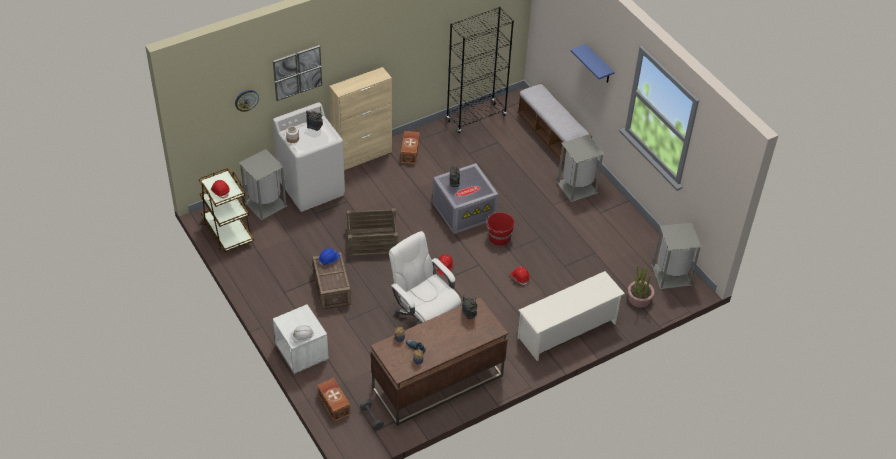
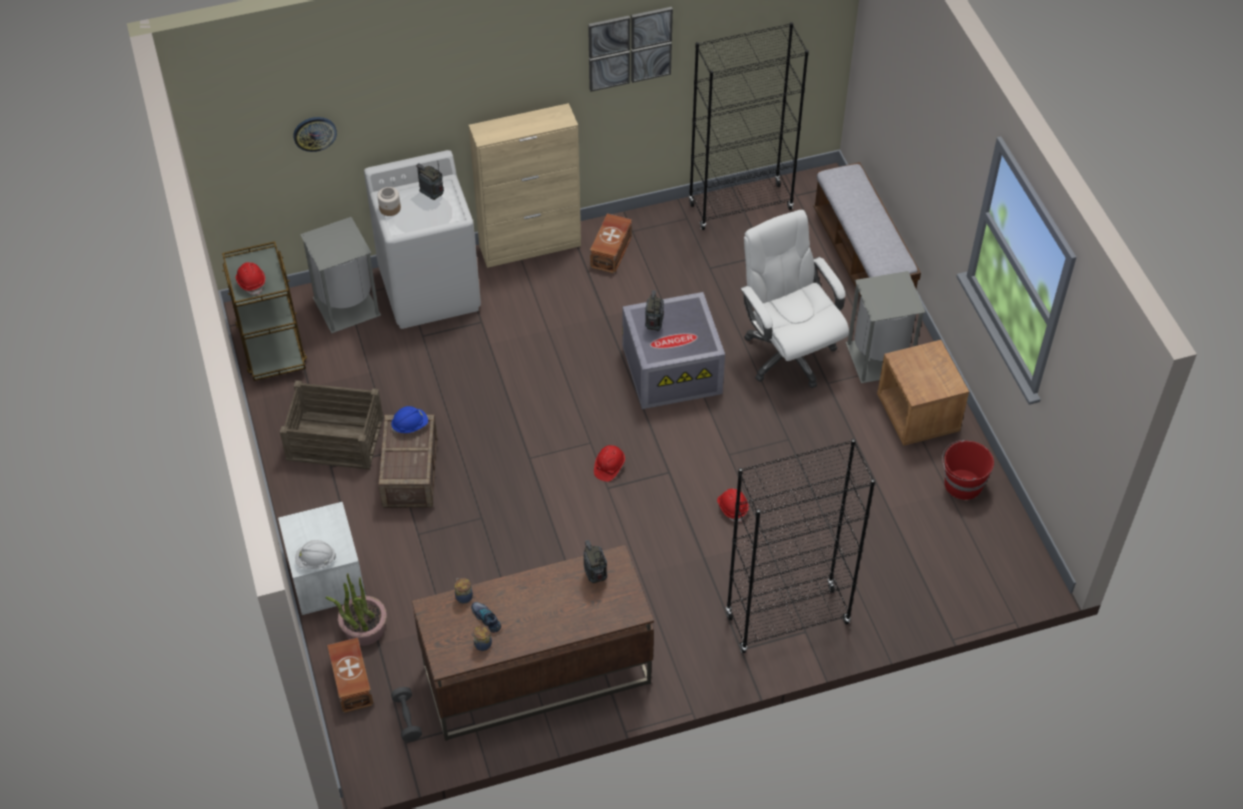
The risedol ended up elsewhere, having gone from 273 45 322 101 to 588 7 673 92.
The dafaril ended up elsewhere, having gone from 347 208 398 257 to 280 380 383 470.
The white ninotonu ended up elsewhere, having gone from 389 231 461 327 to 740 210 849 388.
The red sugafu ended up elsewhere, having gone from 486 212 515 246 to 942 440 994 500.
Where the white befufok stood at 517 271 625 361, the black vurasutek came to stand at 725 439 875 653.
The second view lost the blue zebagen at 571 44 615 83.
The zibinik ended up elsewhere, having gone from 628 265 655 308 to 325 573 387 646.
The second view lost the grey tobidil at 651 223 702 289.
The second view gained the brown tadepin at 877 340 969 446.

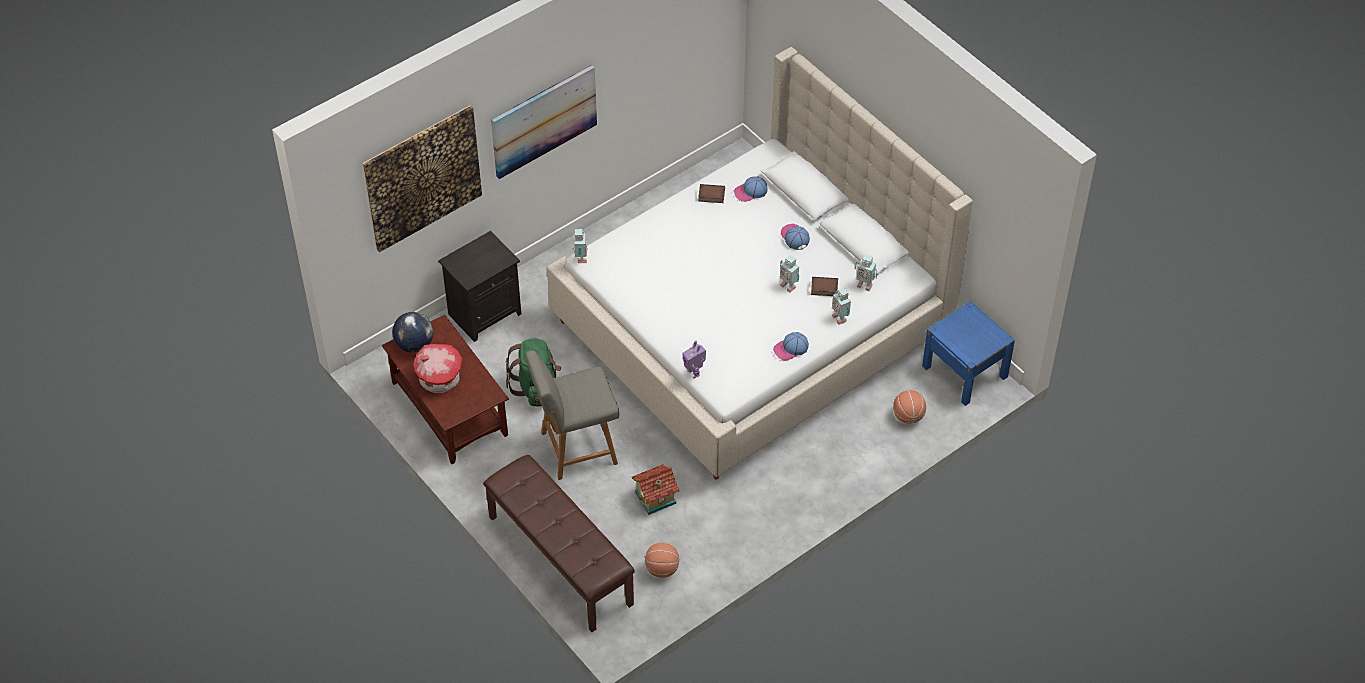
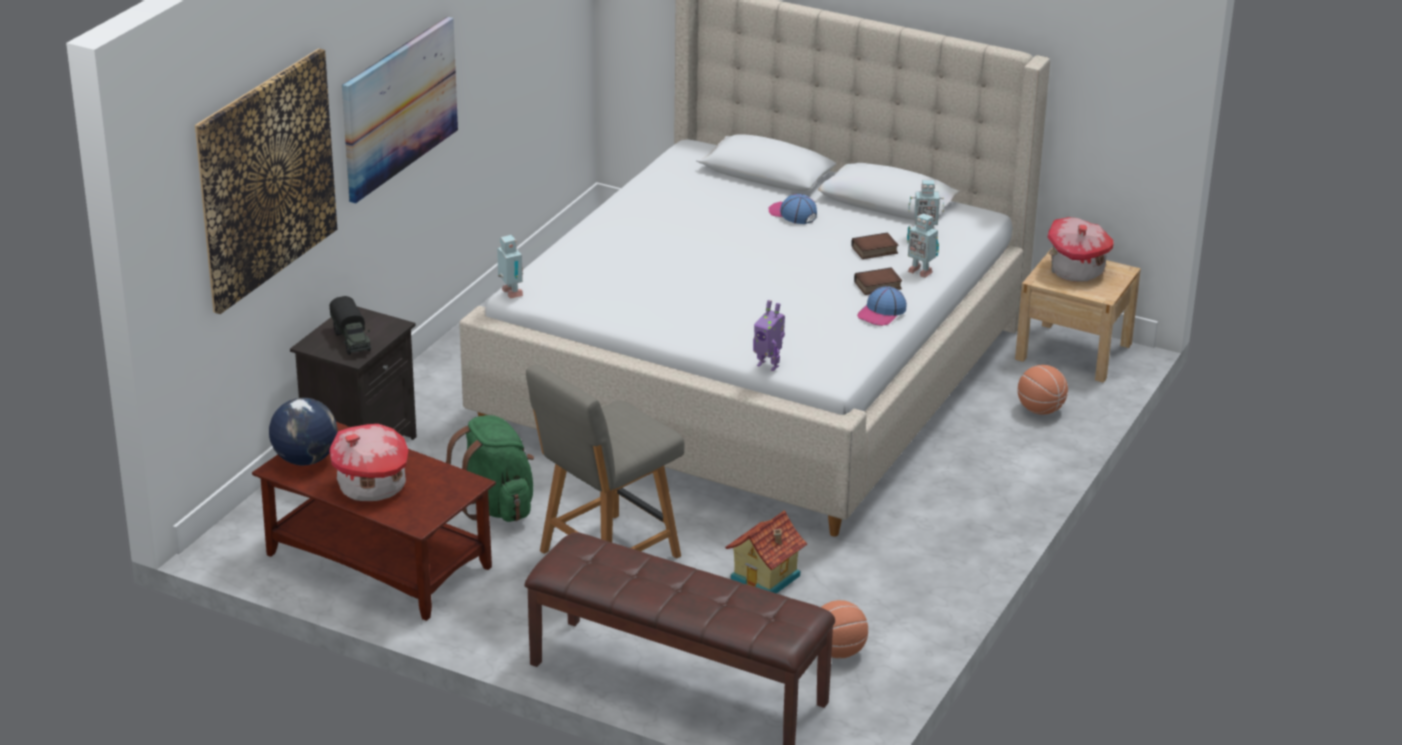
The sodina ended up elsewhere, having gone from 698 184 725 203 to 854 268 902 295.
The second view lost the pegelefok at 734 176 768 202.
The second view lost the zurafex at 780 255 799 292.
What was the blue tadepin at 922 301 1015 406 turned into the beige tadepin at 1015 247 1141 383.
The second view gained the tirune at 330 296 371 355.
The second view gained the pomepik at 1047 217 1113 282.

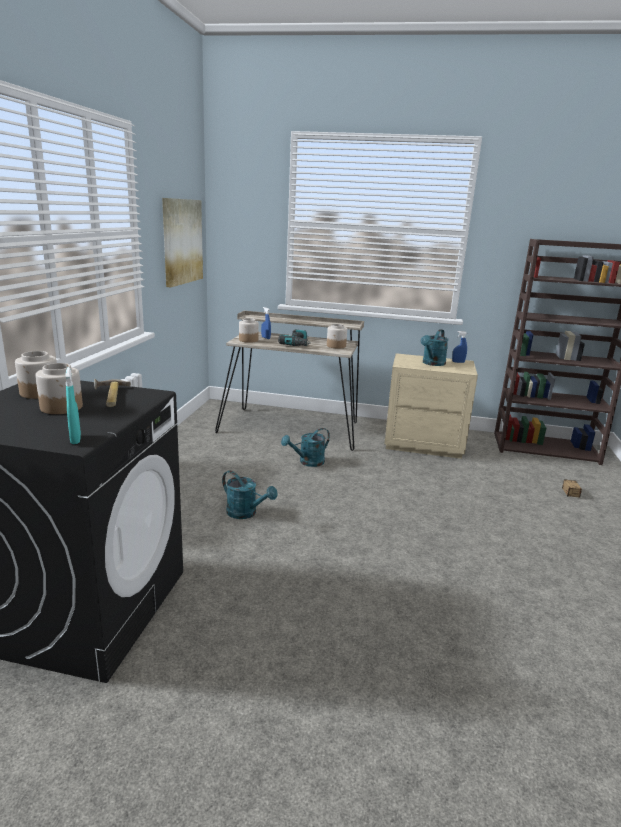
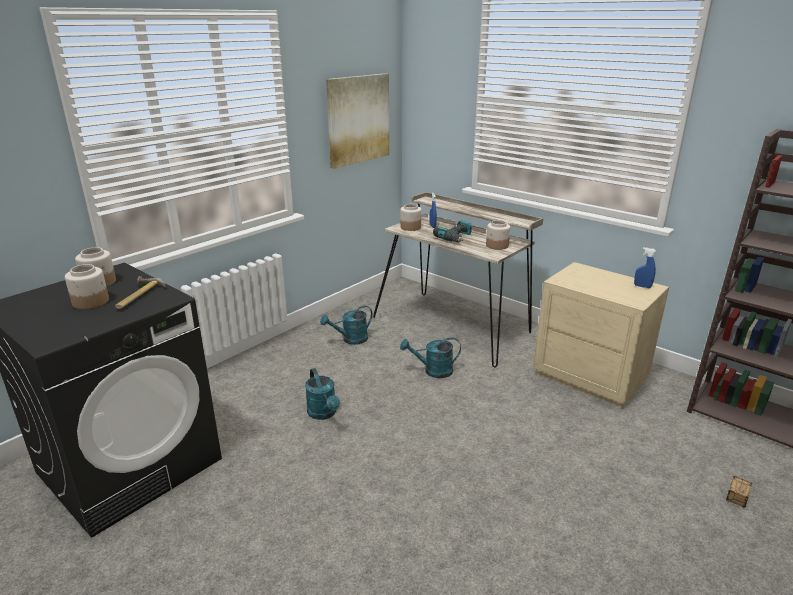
The second view lost the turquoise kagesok at 65 367 81 444.
The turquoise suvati ended up elsewhere, having gone from 421 329 448 366 to 320 305 373 345.

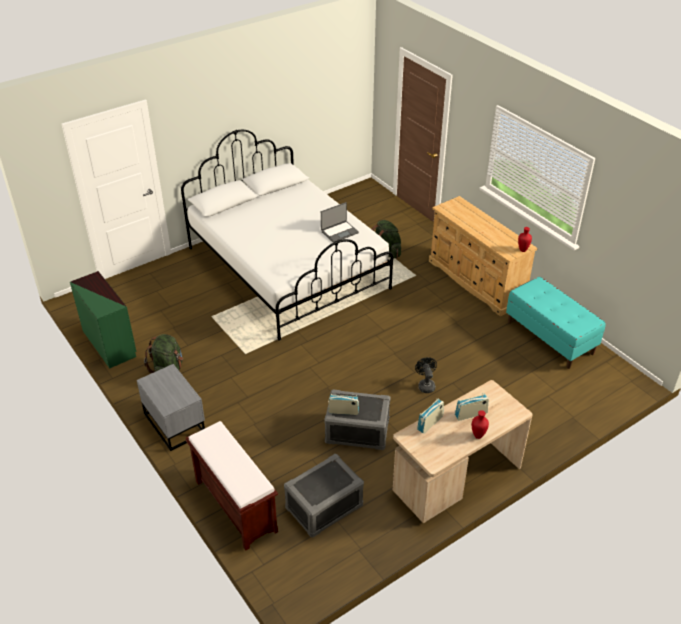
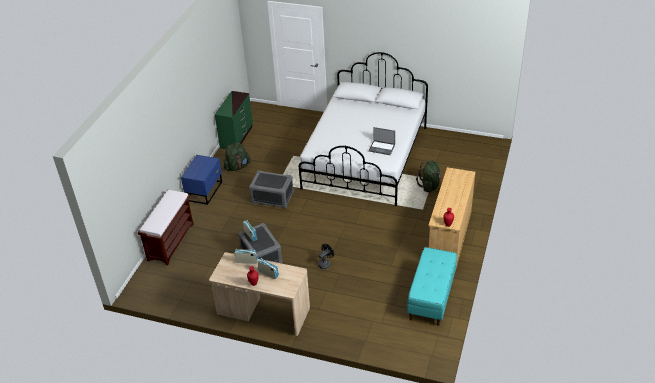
What was the grey tadepin at 137 364 205 451 turned into the blue tadepin at 181 155 222 205.
The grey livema ended up elsewhere, having gone from 284 454 364 537 to 249 171 294 208.

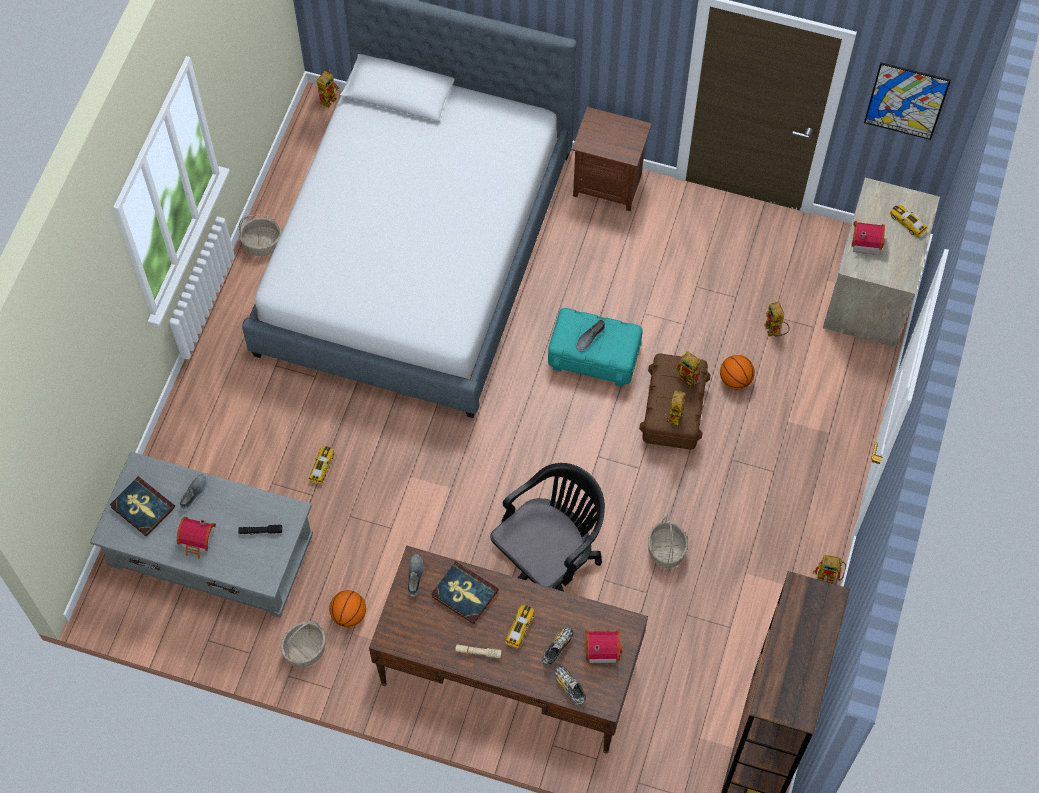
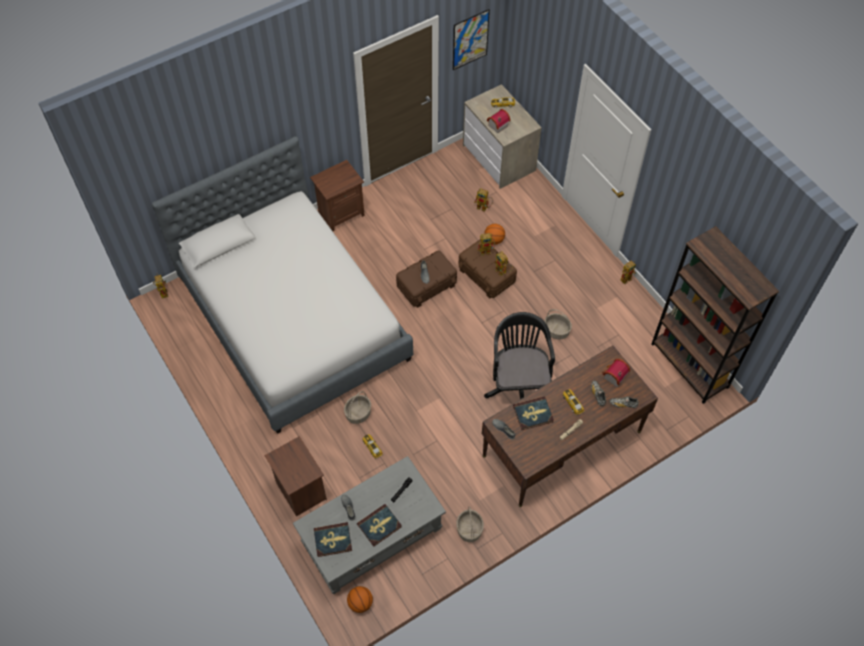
Where the pomepik stood at 177 517 216 559, the sodina came to stand at 357 504 402 547.
The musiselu ended up elsewhere, having gone from 239 214 282 256 to 344 391 371 424.
The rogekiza ended up elsewhere, having gone from 329 590 366 627 to 347 586 373 613.
What was the turquoise livema at 548 308 643 387 turned into the brown livema at 396 251 457 308.
The second view gained the brown tadepin at 264 436 327 516.

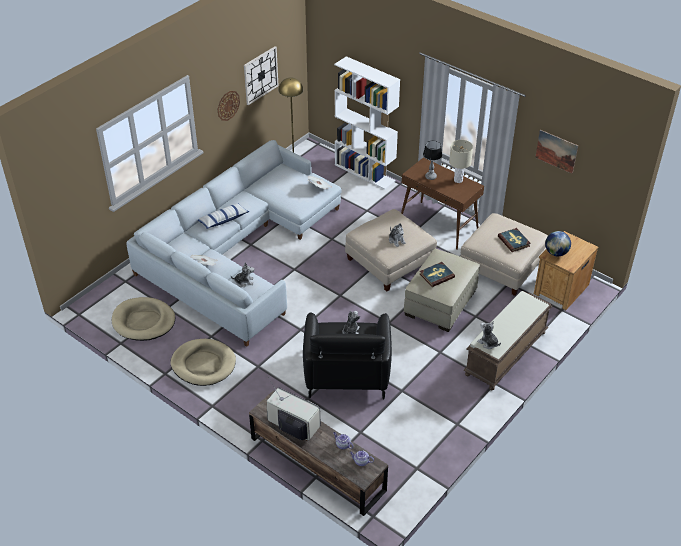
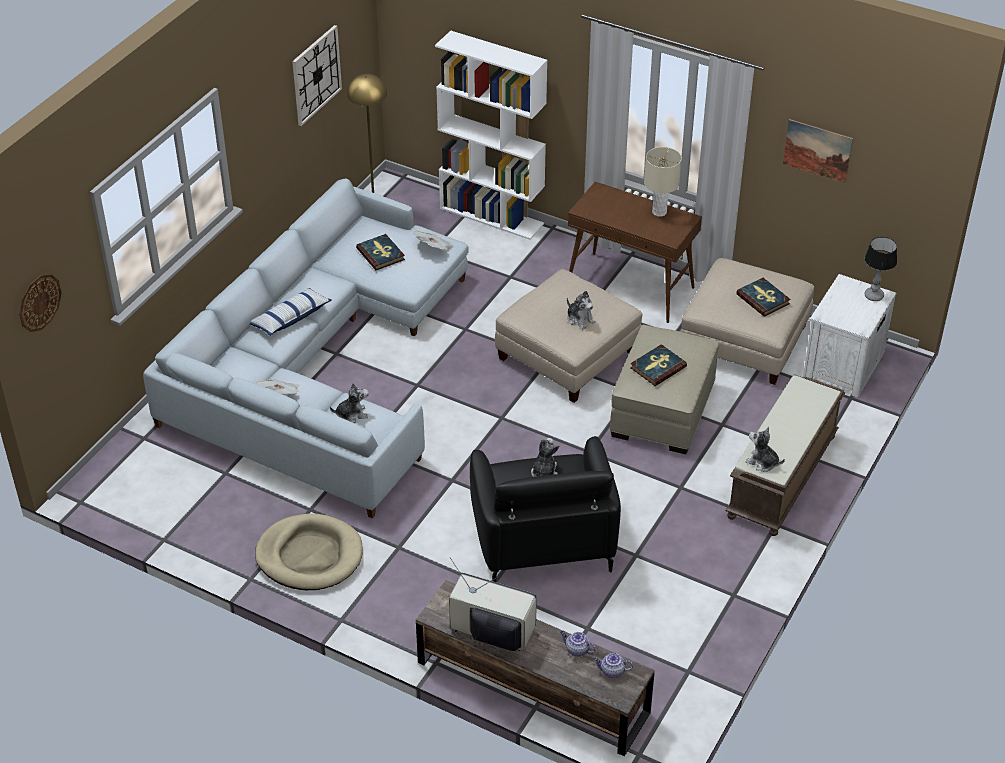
The second view lost the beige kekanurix at 112 297 175 341.
The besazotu ended up elsewhere, having gone from 218 91 240 121 to 19 274 62 332.
The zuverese ended up elsewhere, having gone from 423 141 442 180 to 864 237 897 301.
What was the brown tadepin at 534 231 598 310 turned into the white tadepin at 803 274 896 398.
The second view lost the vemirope at 545 231 571 256.
The second view gained the sodina at 356 234 405 270.

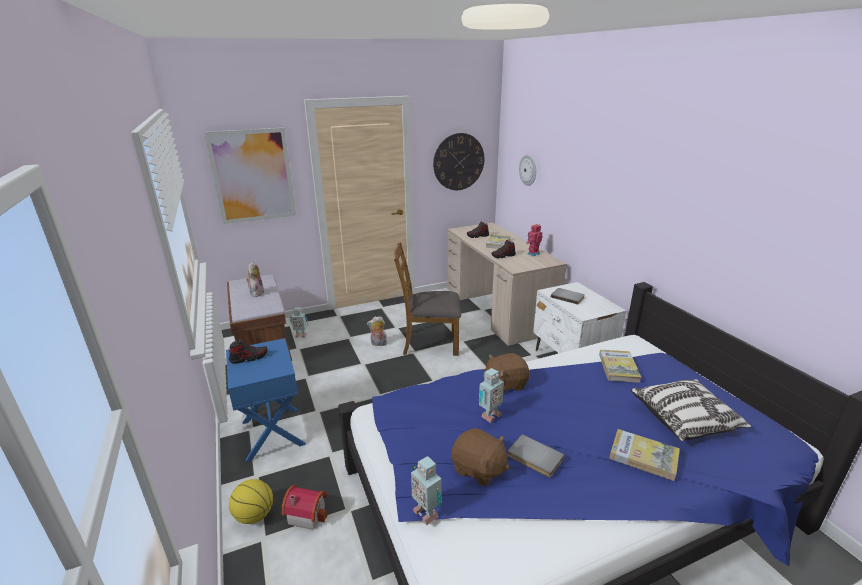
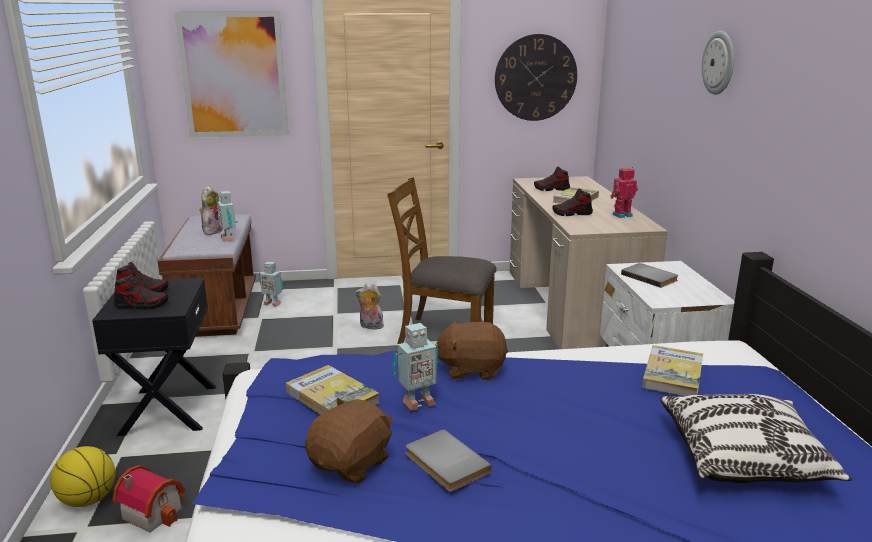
What was the blue tadepin at 226 338 306 461 turned into the black tadepin at 92 278 216 436.
The zurafex ended up elsewhere, having gone from 411 456 442 525 to 217 191 237 242.
The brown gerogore at 451 428 509 486 ended up facing another way, 105 degrees counterclockwise from before.
The besazotu ended up elsewhere, having gone from 519 155 536 186 to 702 31 734 95.
The sodina ended up elsewhere, having gone from 609 429 680 481 to 286 365 380 415.
The second view gained the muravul at 114 274 169 310.

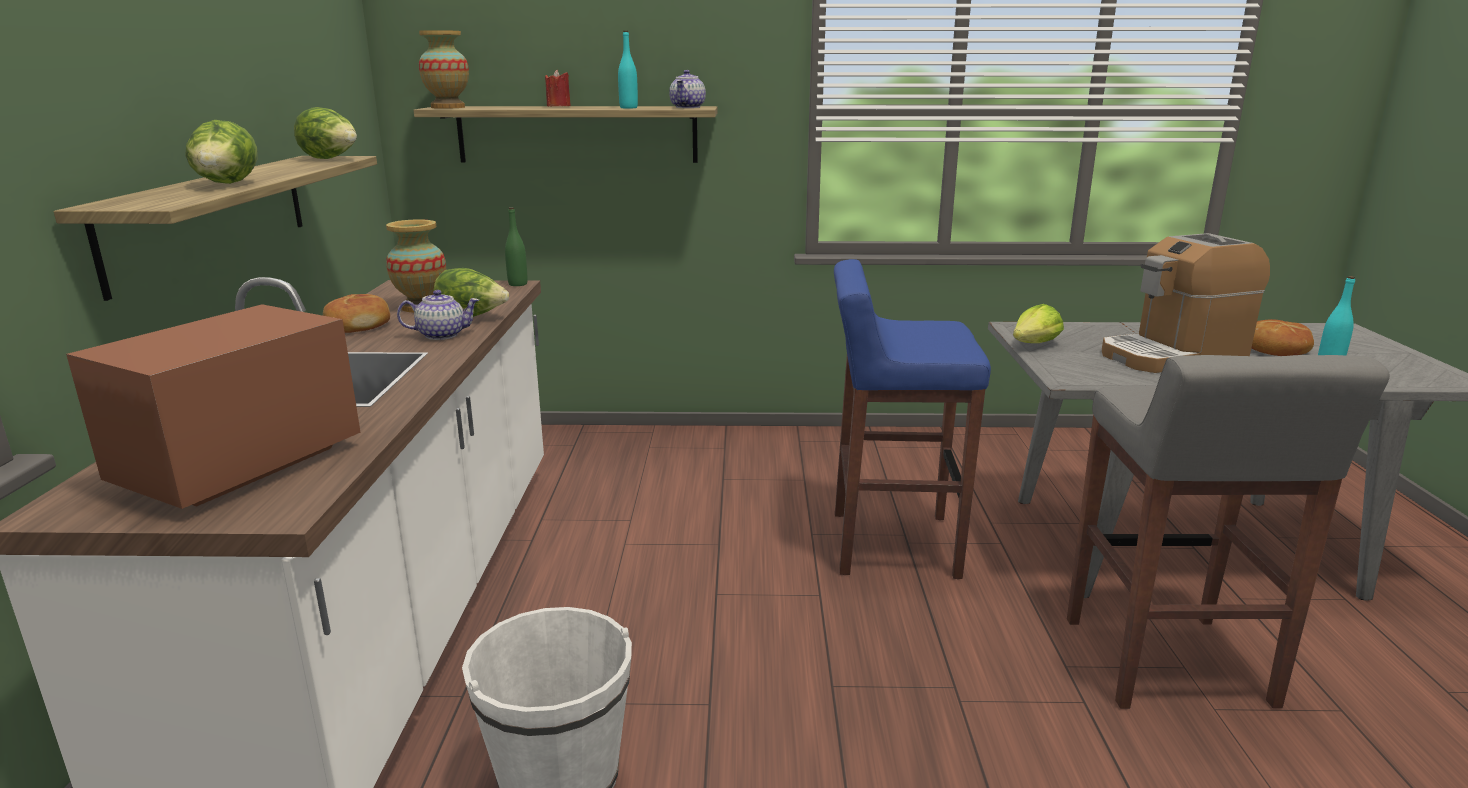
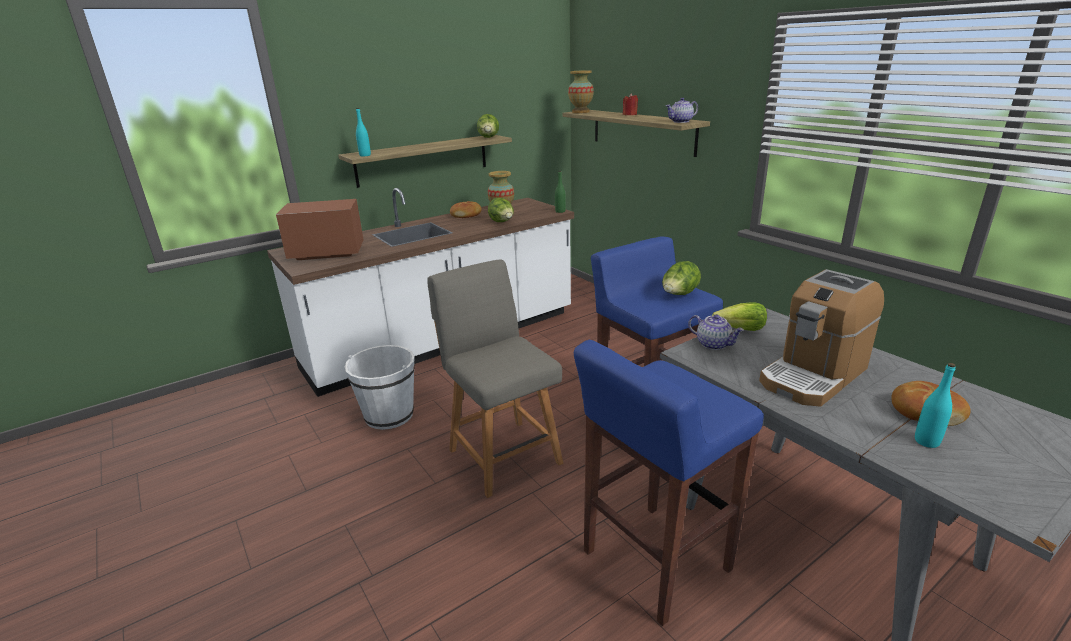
The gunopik ended up elsewhere, having gone from 185 120 258 184 to 662 261 701 295.
The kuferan ended up elsewhere, having gone from 397 290 479 340 to 688 314 744 350.
The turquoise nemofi ended up elsewhere, having gone from 618 31 638 108 to 356 108 371 156.
What was the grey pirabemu at 1067 355 1390 709 turned into the blue pirabemu at 574 340 764 626.
The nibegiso at 1102 233 1270 373 ended up facing another way, 75 degrees counterclockwise from before.
The second view gained the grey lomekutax at 427 259 563 498.

